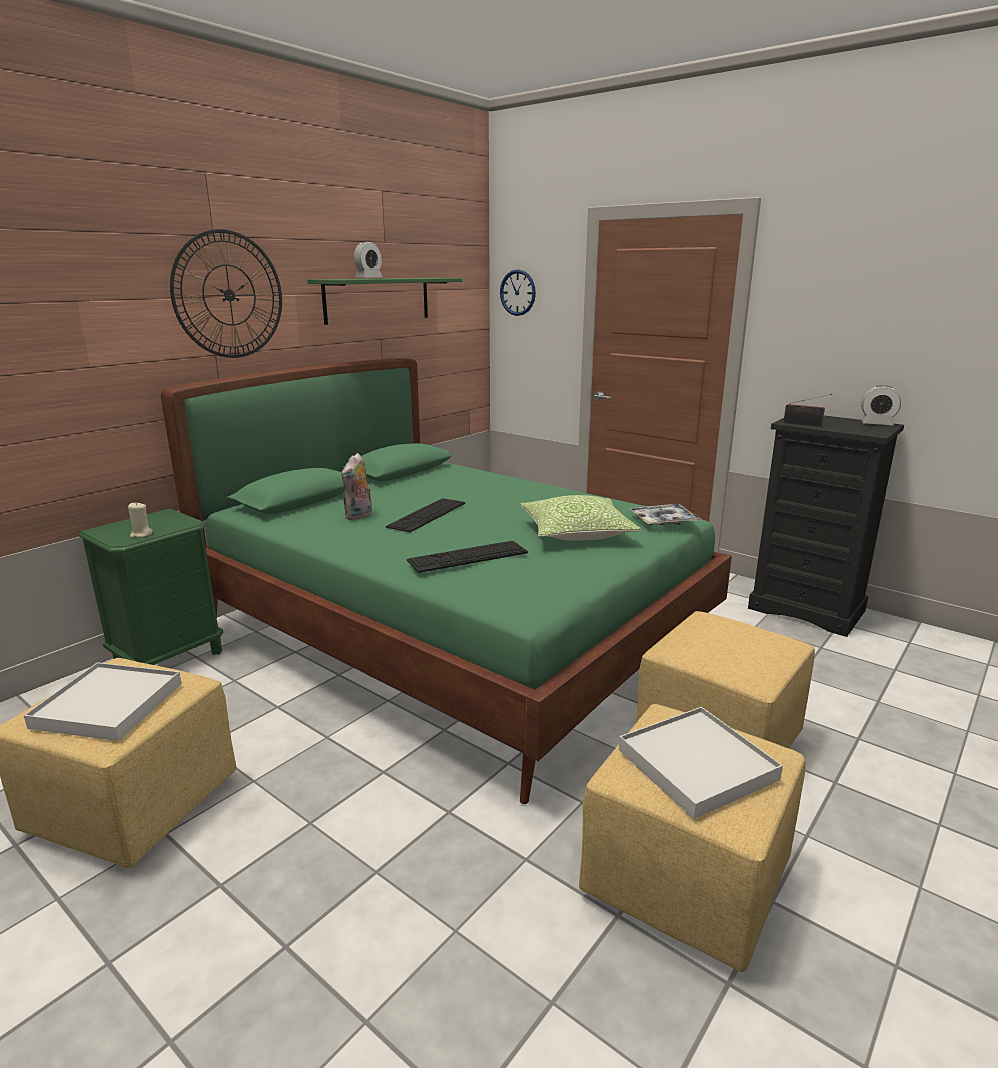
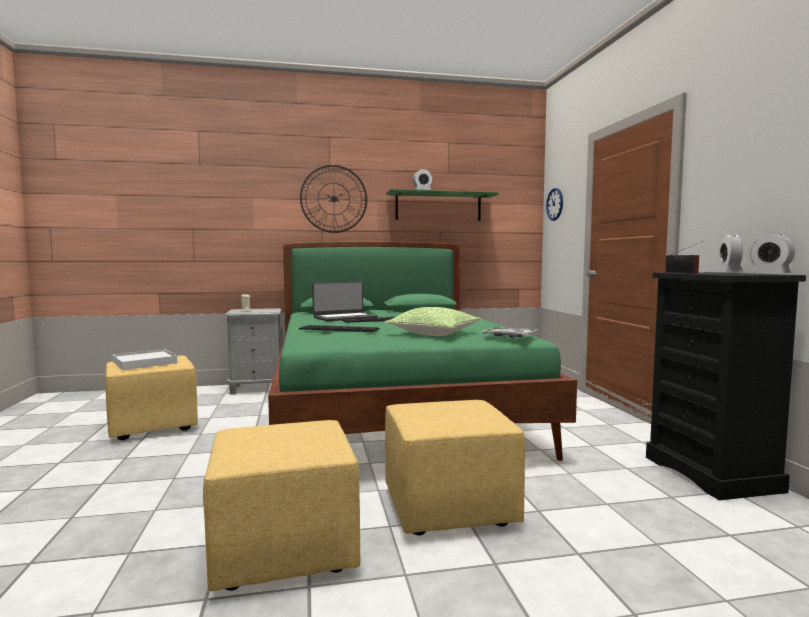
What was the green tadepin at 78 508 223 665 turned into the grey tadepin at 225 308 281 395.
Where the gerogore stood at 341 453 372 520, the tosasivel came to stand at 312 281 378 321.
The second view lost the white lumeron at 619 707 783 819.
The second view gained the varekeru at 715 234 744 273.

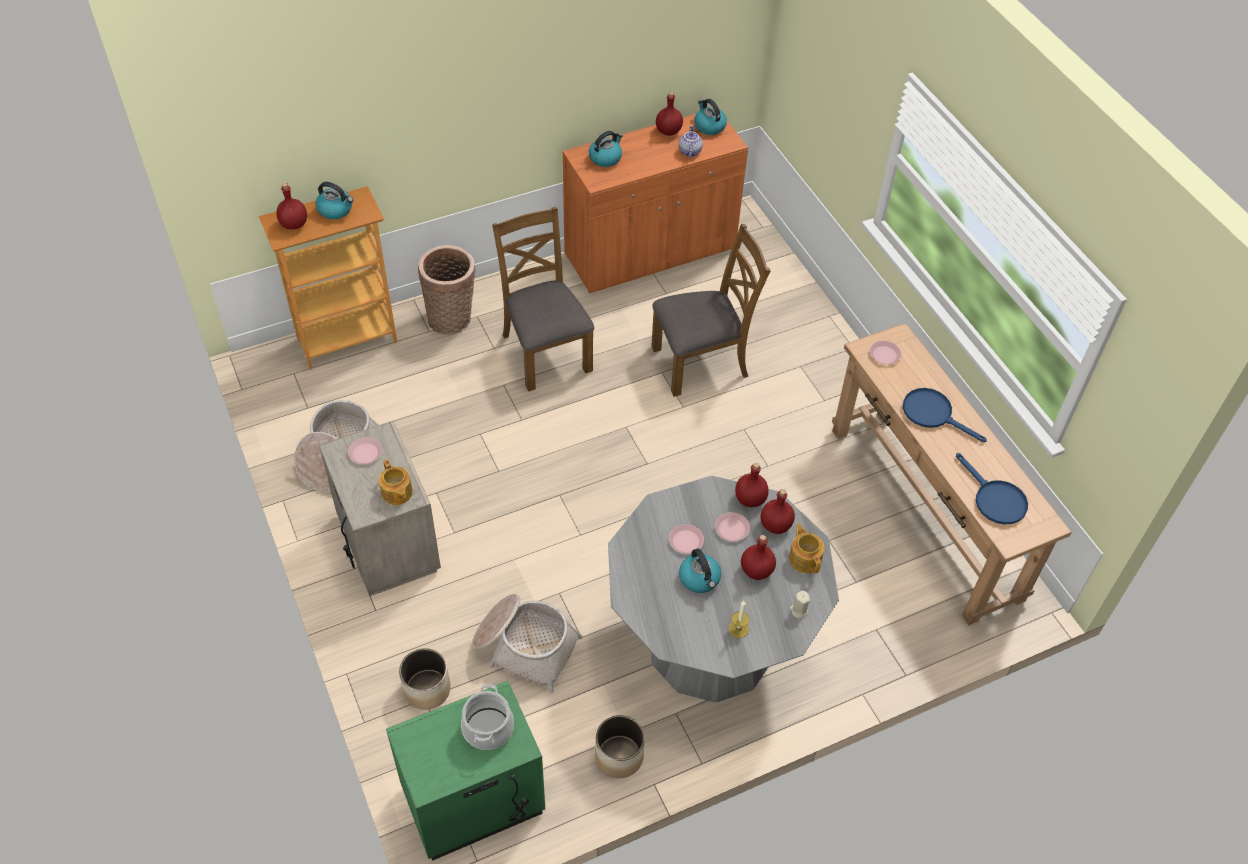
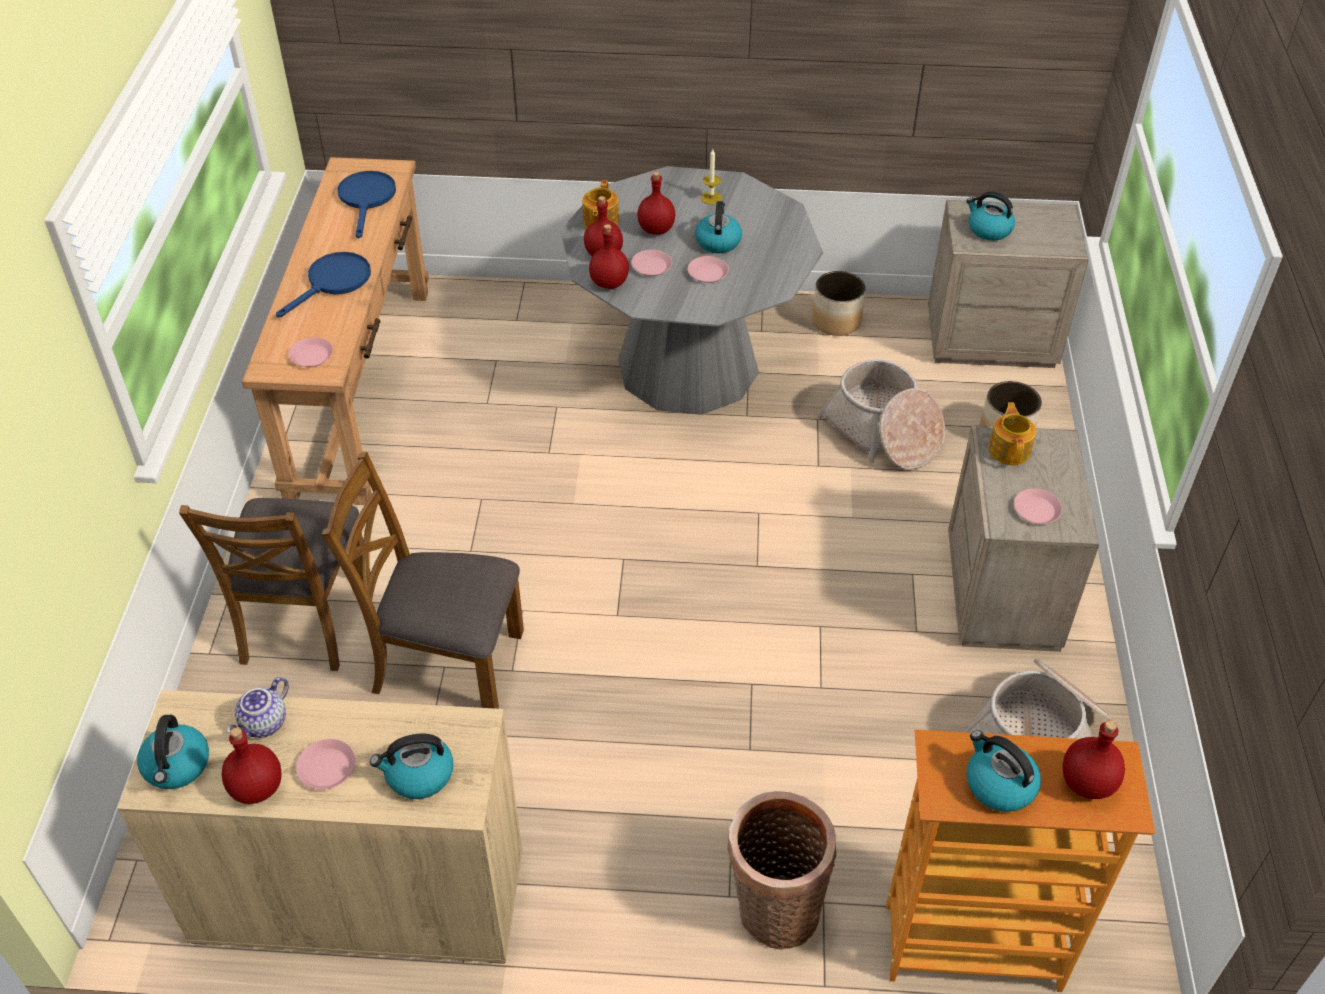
What was the green tadepin at 386 681 545 861 turned into the beige tadepin at 928 200 1088 368.
Where the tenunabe stood at 461 684 514 750, the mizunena came to stand at 966 191 1015 241.
The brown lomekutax ended up elsewhere, having gone from 492 207 594 392 to 179 498 371 671.
What was the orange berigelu at 563 114 748 294 turned into the beige berigelu at 117 690 522 964.
The second view lost the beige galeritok at 790 591 810 619.
The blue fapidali at 903 388 987 442 ended up facing another way, 120 degrees counterclockwise from before.
The second view gained the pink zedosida at 296 739 356 790.

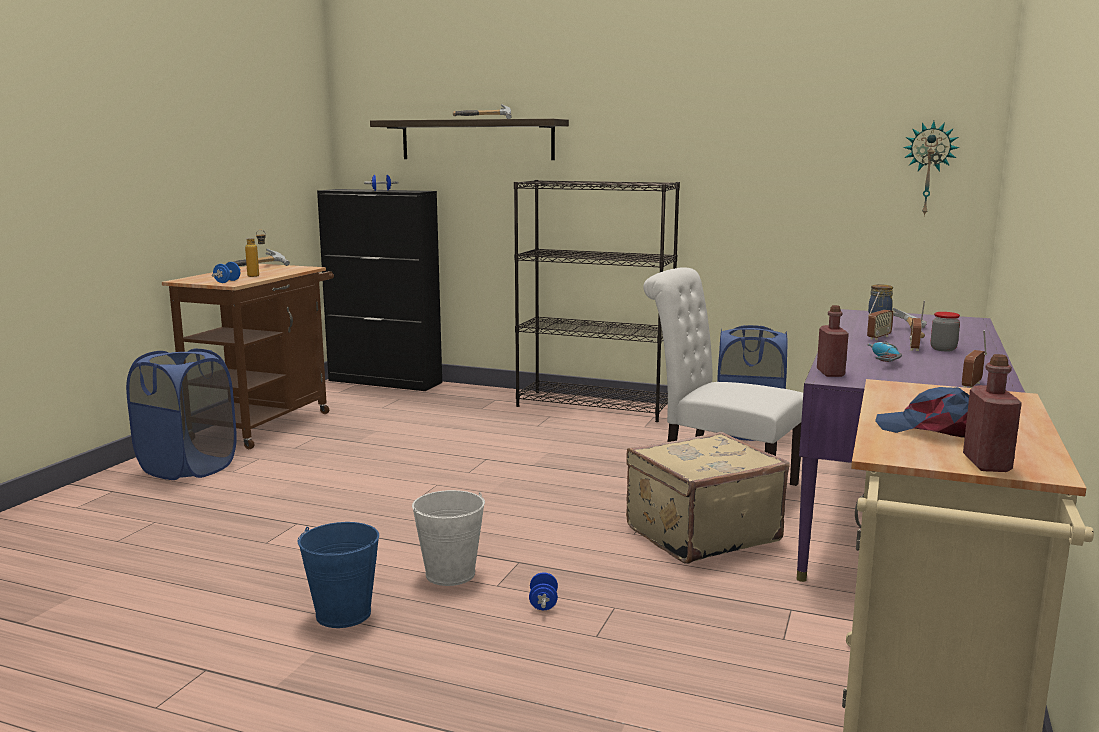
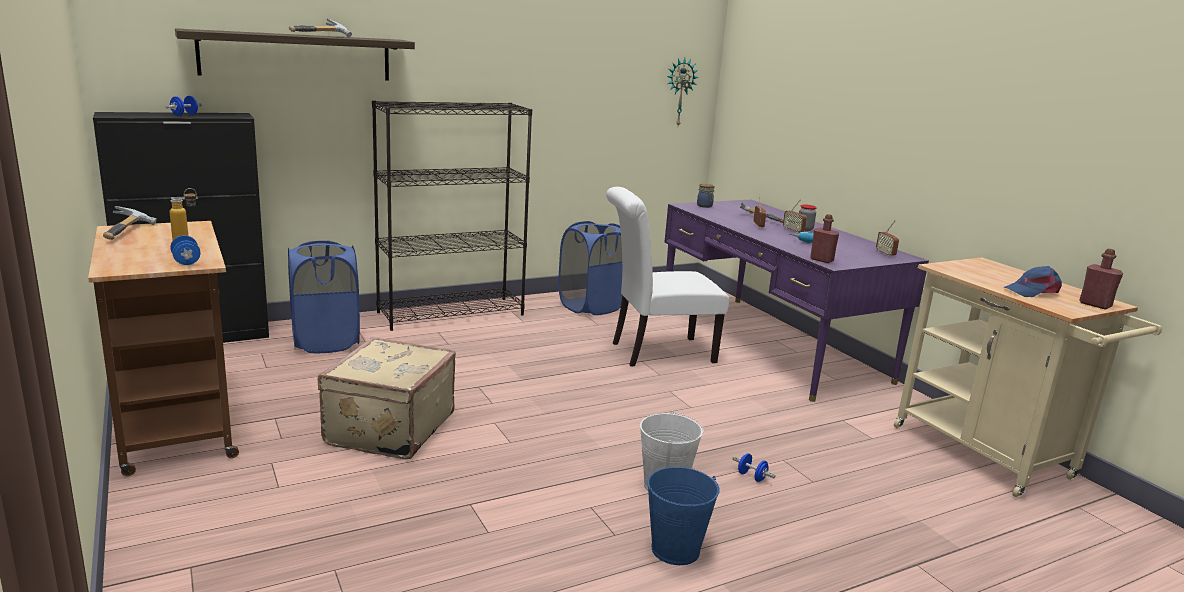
The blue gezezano ended up elsewhere, having gone from 126 348 237 480 to 288 240 360 353.
The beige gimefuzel ended up elsewhere, having gone from 626 432 790 564 to 318 337 456 459.

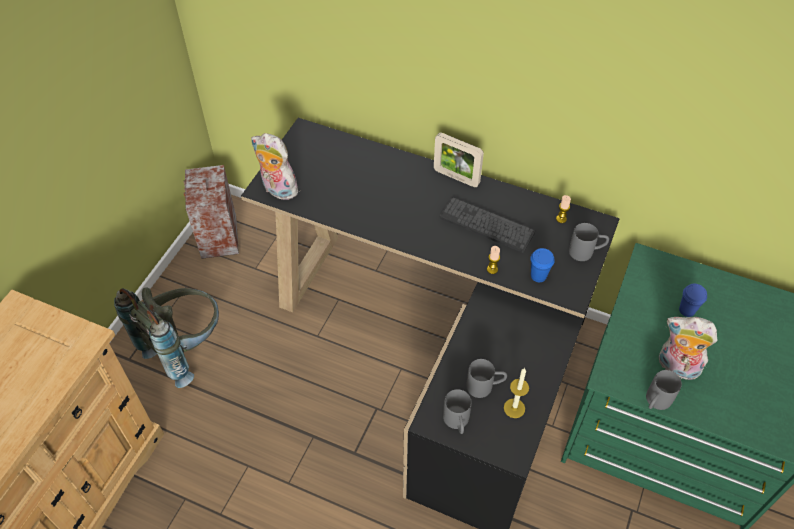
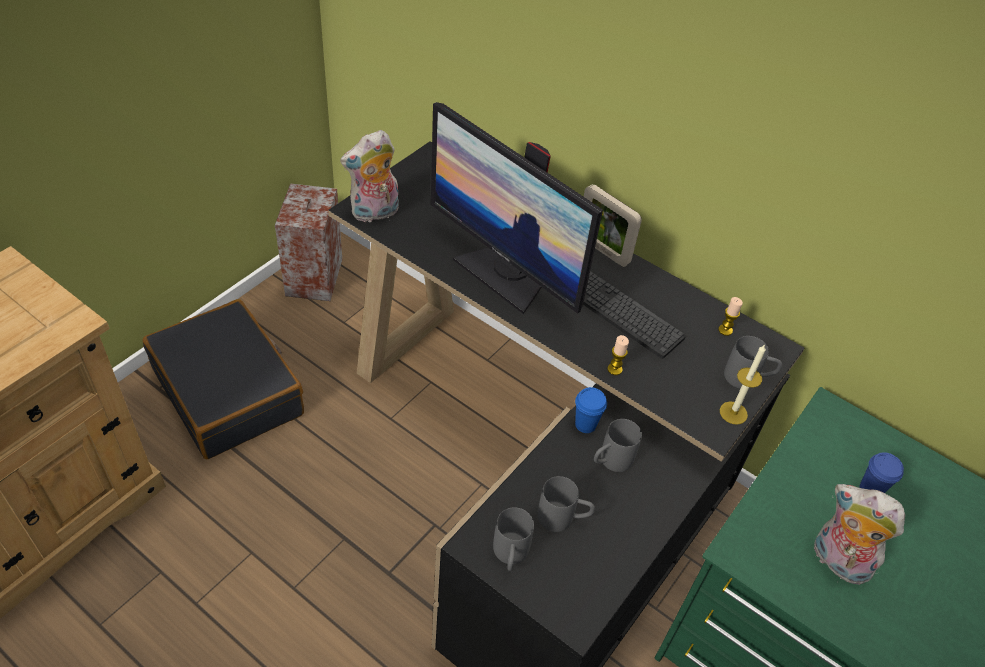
Where the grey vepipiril stood at 114 288 219 388, the black gimefuzel came to stand at 142 299 304 459.
The gerogore at 251 133 298 201 ended up facing another way, 75 degrees counterclockwise from before.
The galeritok ended up elsewhere, having gone from 504 368 529 418 to 720 344 766 425.
The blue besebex ended up elsewhere, having gone from 531 248 555 282 to 575 387 607 433.
The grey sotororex ended up elsewhere, having gone from 646 370 682 410 to 594 419 642 472.
The second view gained the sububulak at 431 102 603 314.

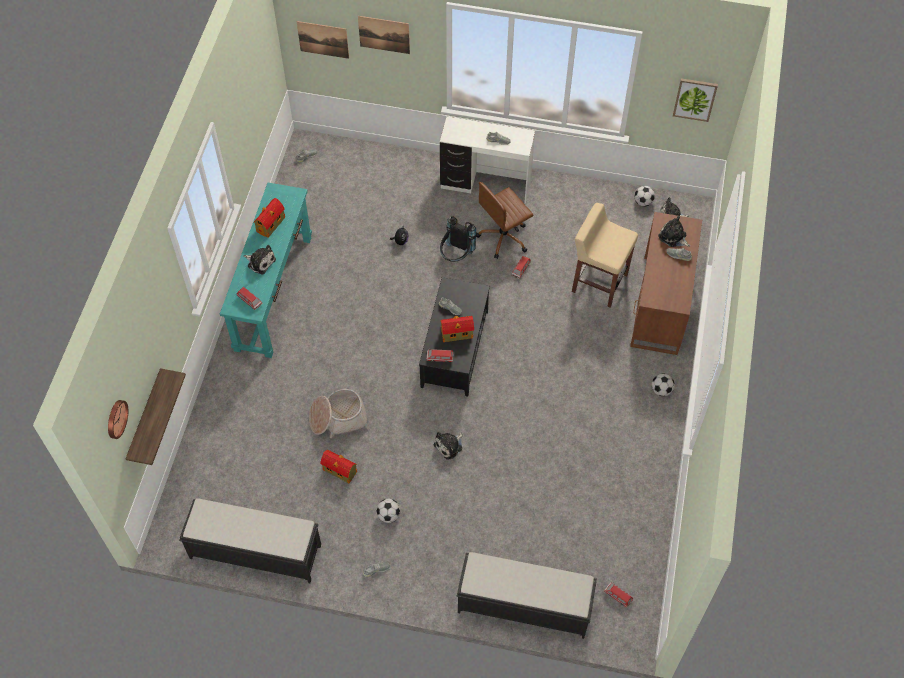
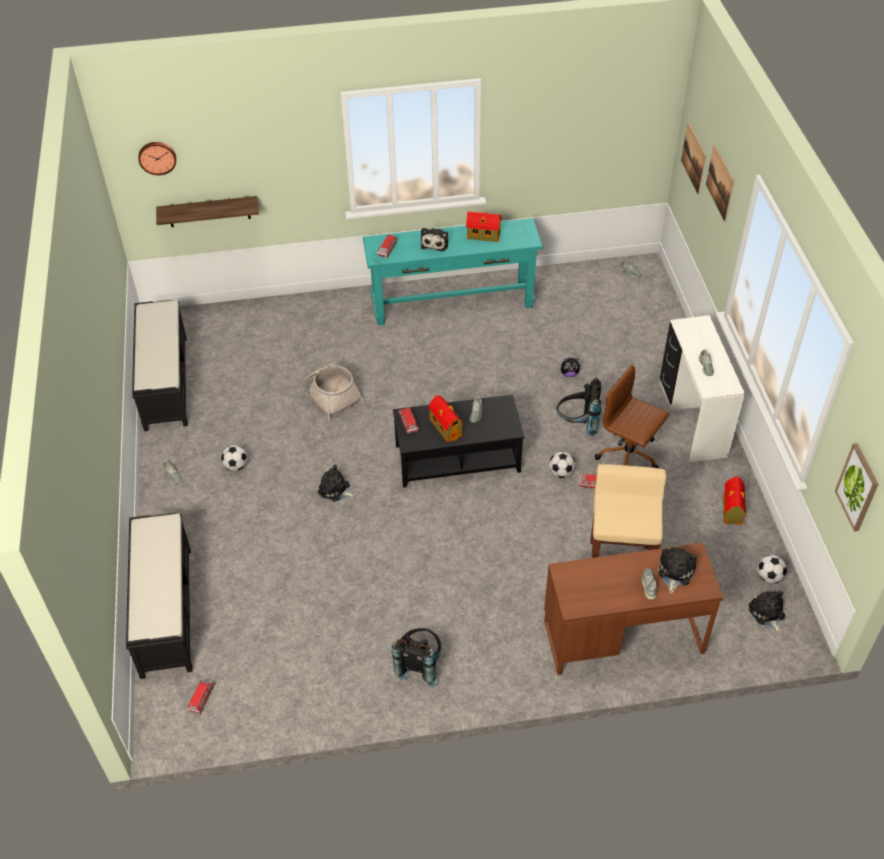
The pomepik ended up elsewhere, having gone from 321 450 357 483 to 723 477 746 525.
The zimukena ended up elsewhere, having gone from 652 374 675 396 to 549 452 575 478.
The second view gained the black vepipiril at 392 628 441 687.

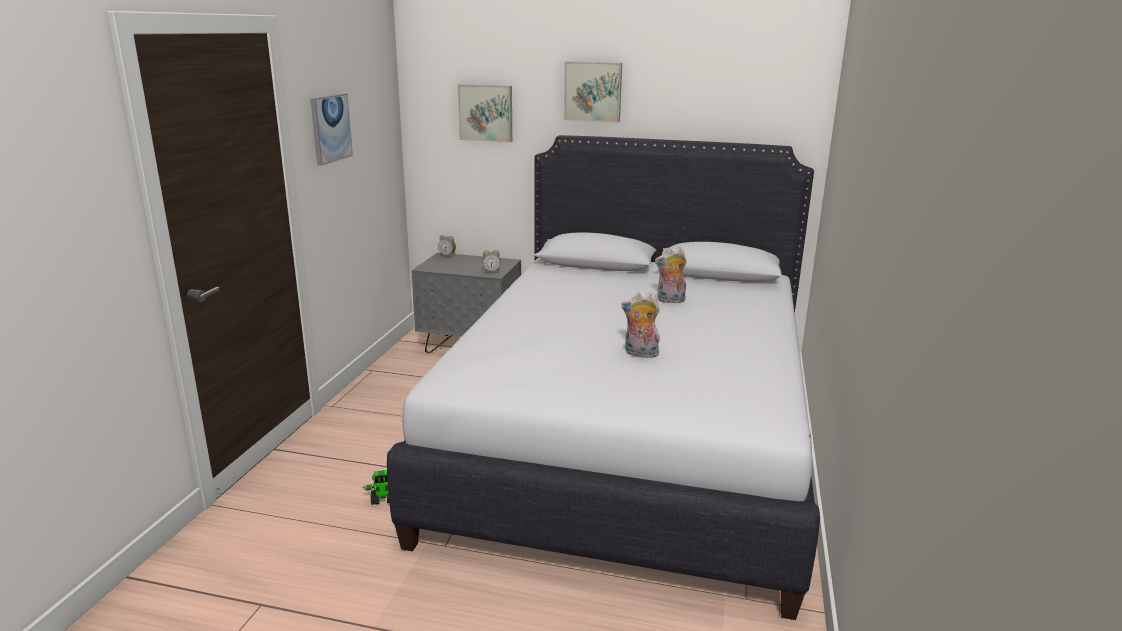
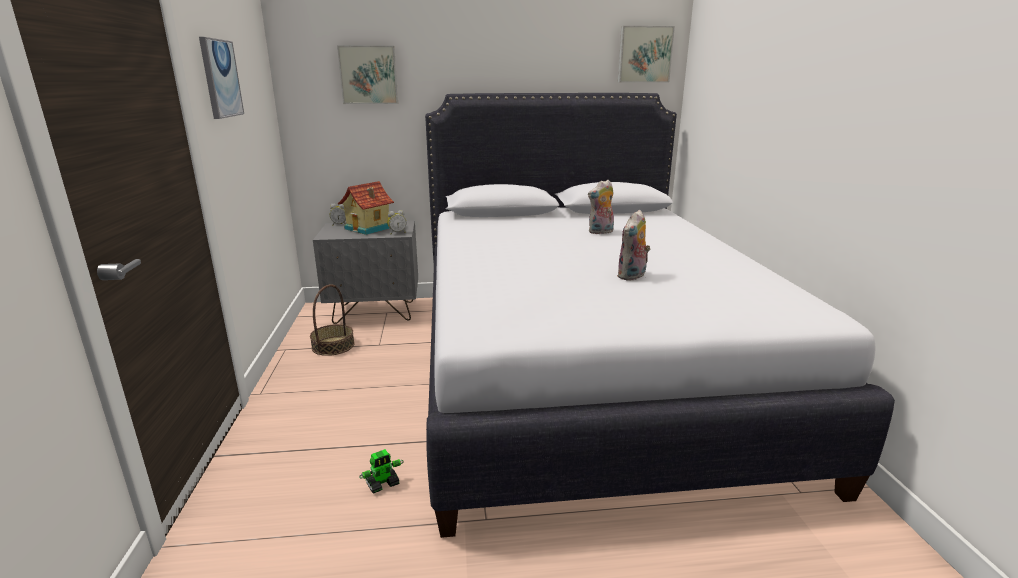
The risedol ended up elsewhere, having gone from 564 61 622 123 to 617 26 675 83.
The gerogore at 621 291 660 358 ended up facing another way, 45 degrees counterclockwise from before.
The second view gained the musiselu at 310 284 355 356.
The second view gained the pomepik at 338 181 394 235.

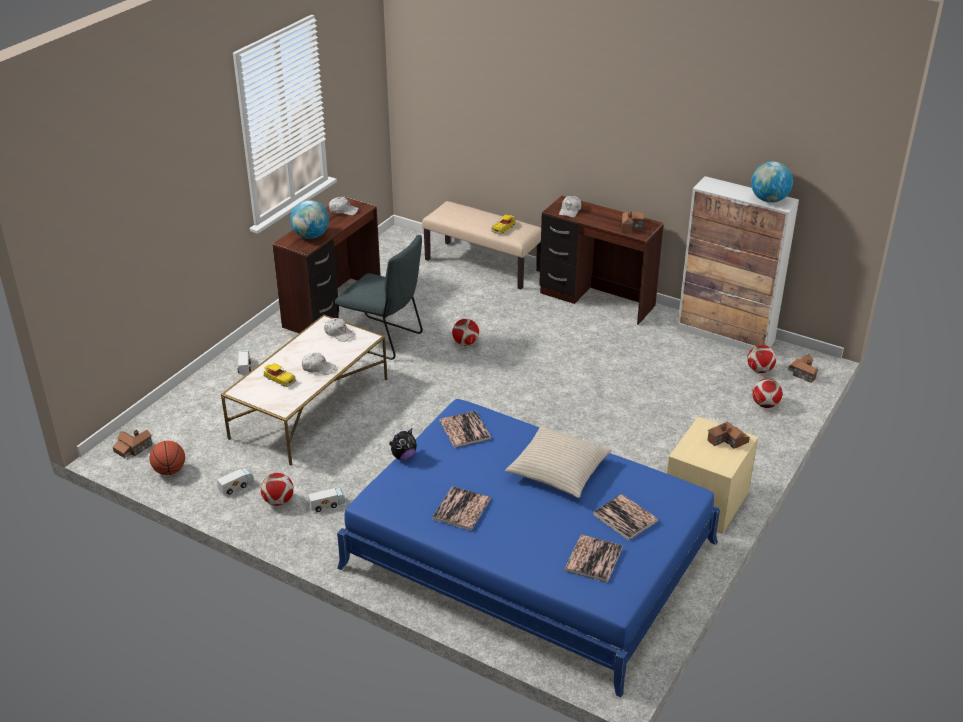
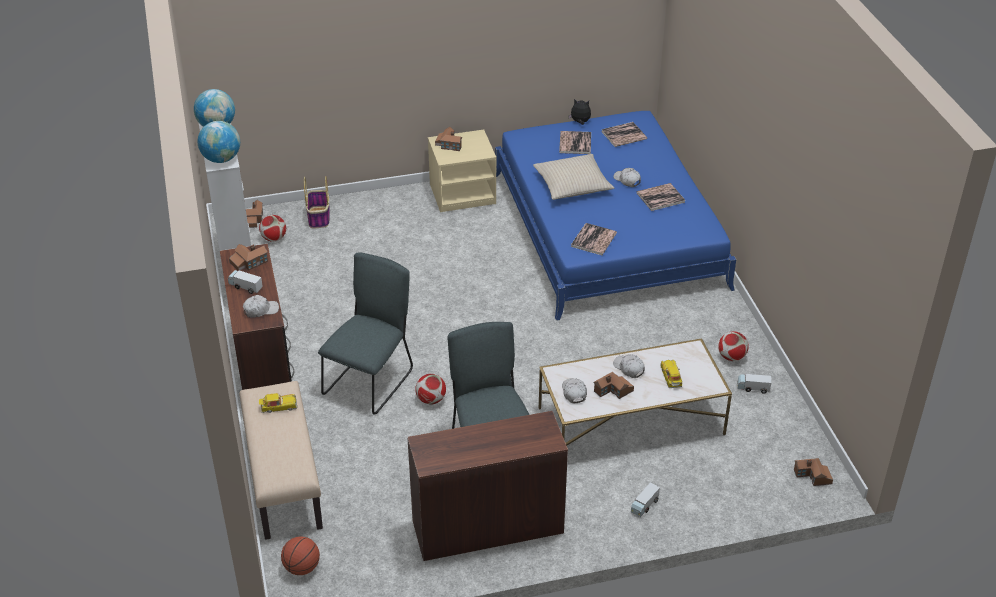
The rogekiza ended up elsewhere, having gone from 149 441 185 475 to 281 536 320 575.
The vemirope ended up elsewhere, having gone from 290 200 329 239 to 197 121 240 163.
The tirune ended up elsewhere, having gone from 308 488 345 512 to 228 270 263 294.
The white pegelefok ended up elsewhere, having gone from 329 197 359 215 to 613 168 641 187.
The gerogore ended up elsewhere, having gone from 389 428 417 460 to 568 99 591 125.
Where the zimukena stood at 752 379 782 408, the musiselu came to stand at 304 176 330 229.
The second view gained the grey lomekutax at 318 252 413 415.
The second view gained the pomepik at 593 372 634 399.

